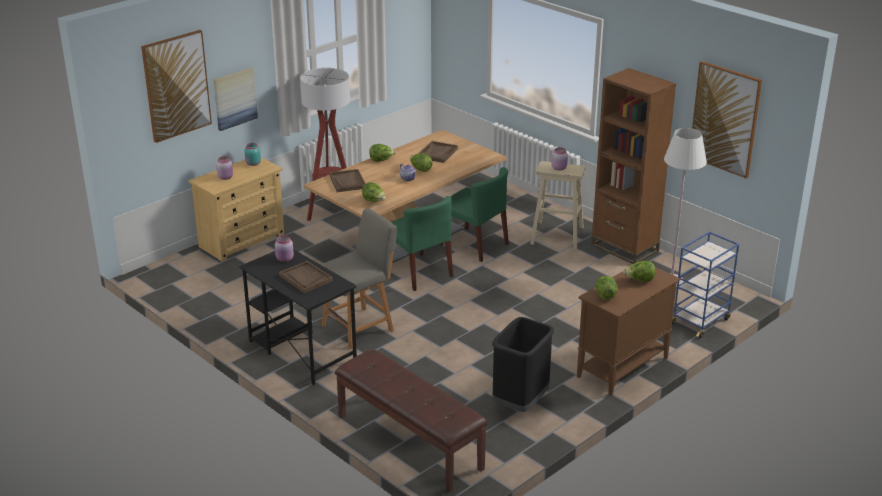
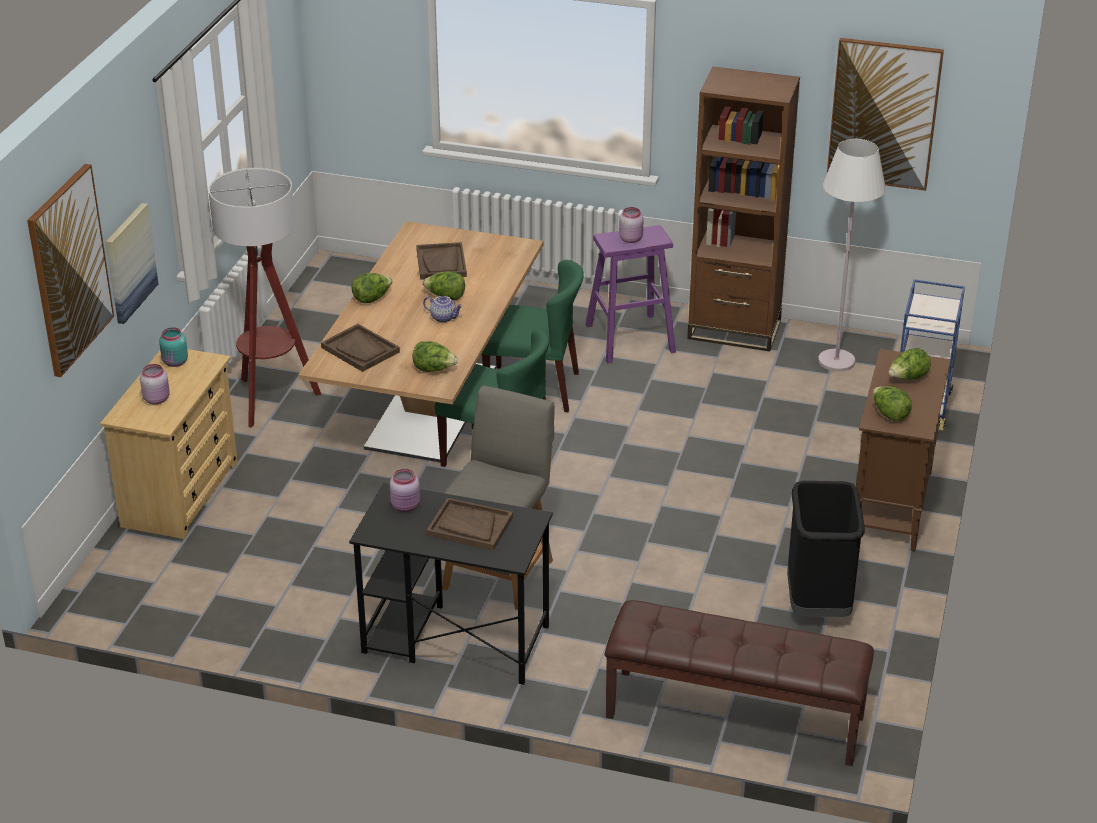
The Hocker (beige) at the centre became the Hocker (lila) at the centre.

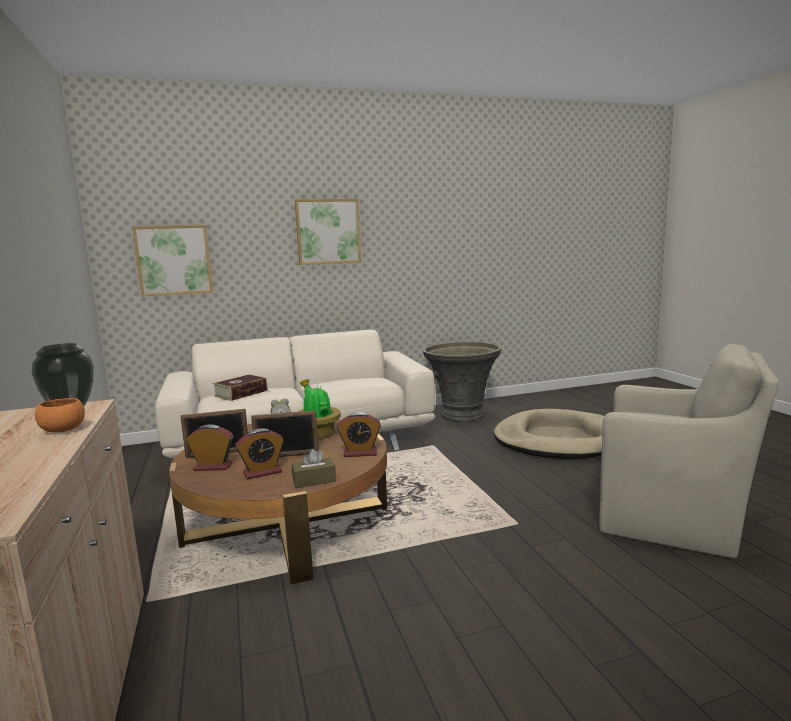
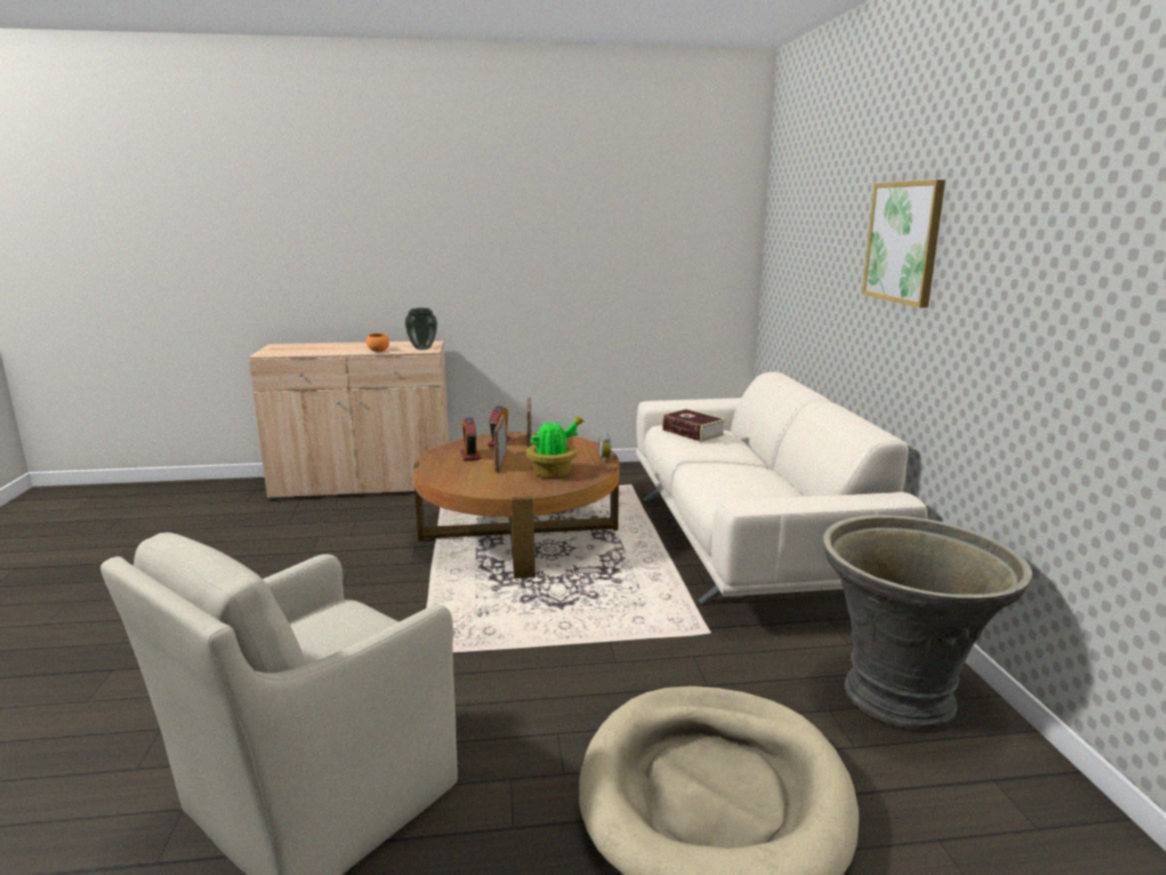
The Bild (1st from left) at the middle left disappeared. The Taschentuchbox (braun) at the centre disappeared. The Wecker (4th from left) at the centre disappeared.

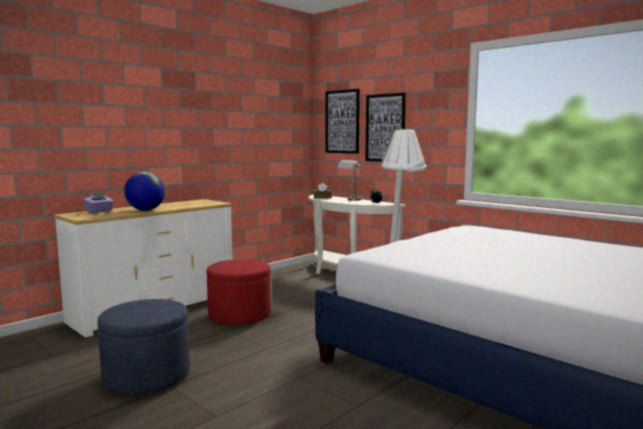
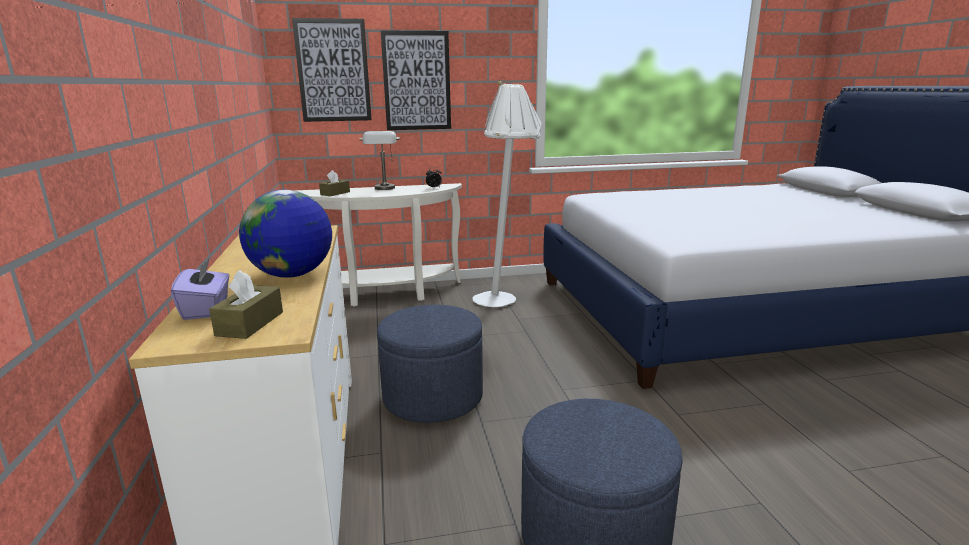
The Taschentuchbox (braun) (1st from left) at the middle left appeared. The Polsterhocker (rot) at the bottom centre became the Polsterhocker (blau) (1st from left) at the bottom centre.

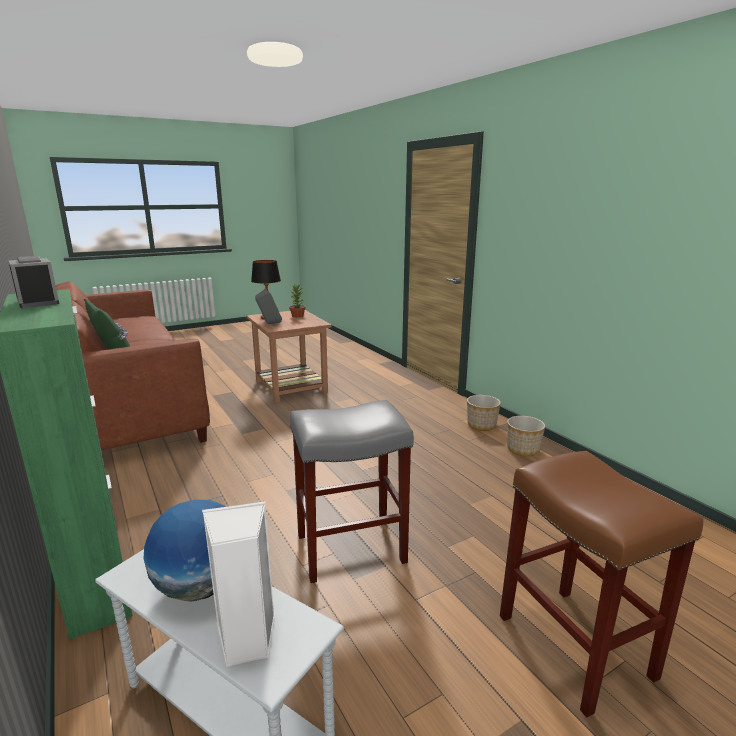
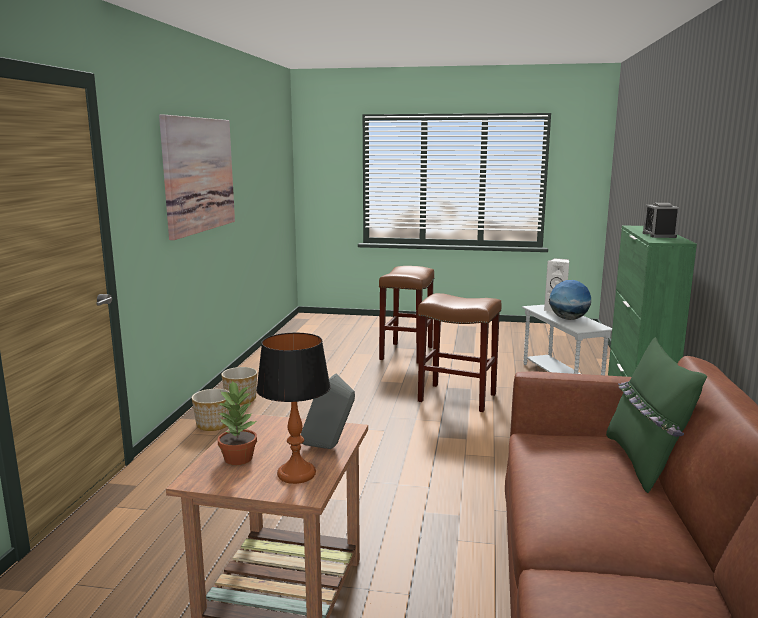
The Bild at the top left appeared. The Hocker (grau) at the bottom centre became the Hocker (braun) (2nd from left) at the centre.

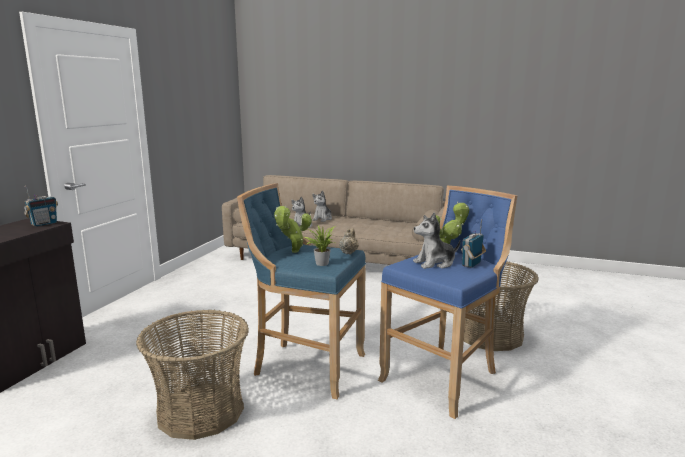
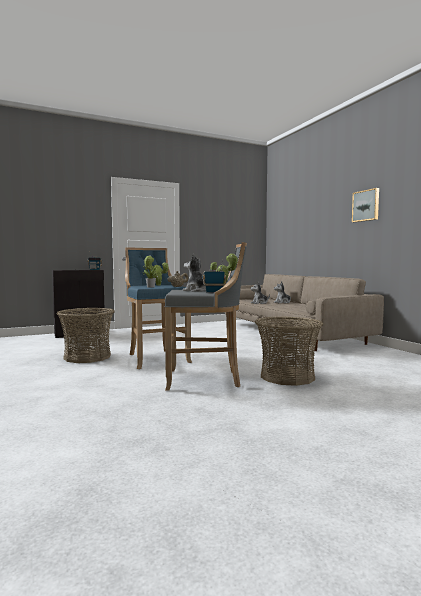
The Hocker (blau) (2nd from left) at the centre became the Hocker (grau) at the centre. The Bild at the middle right appeared.

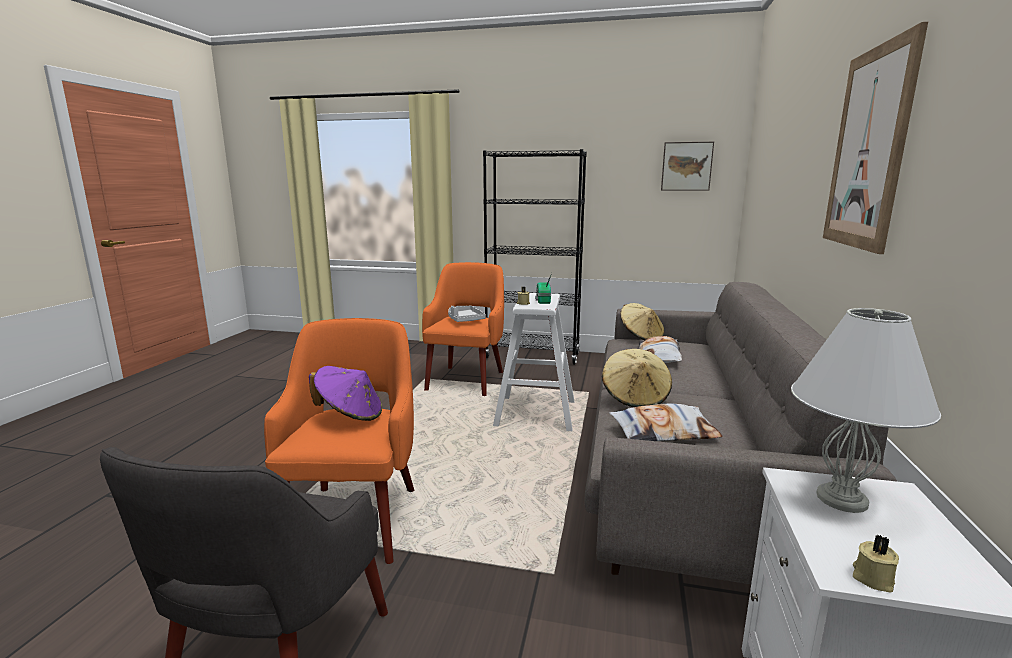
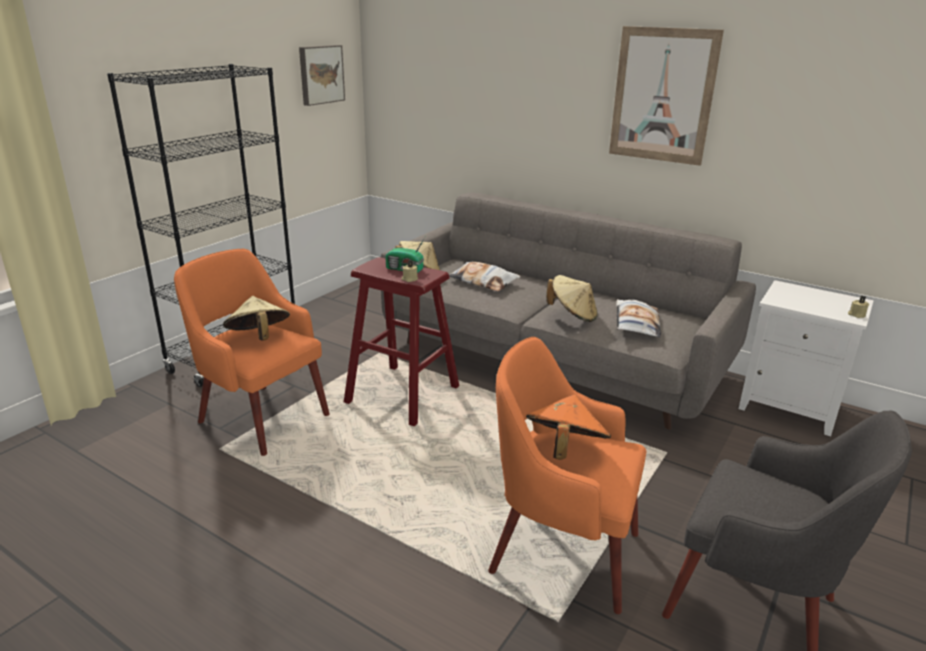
The Tablett (grau) at the centre was replaced by the Hut (beige) (1st from left) at the middle left. The Hocker (weiß) at the centre became the Hocker (rot) at the centre. The Hut (lila) at the centre became the Hut (orange) at the centre. The Tischlampe (weiß) at the middle right disappeared.

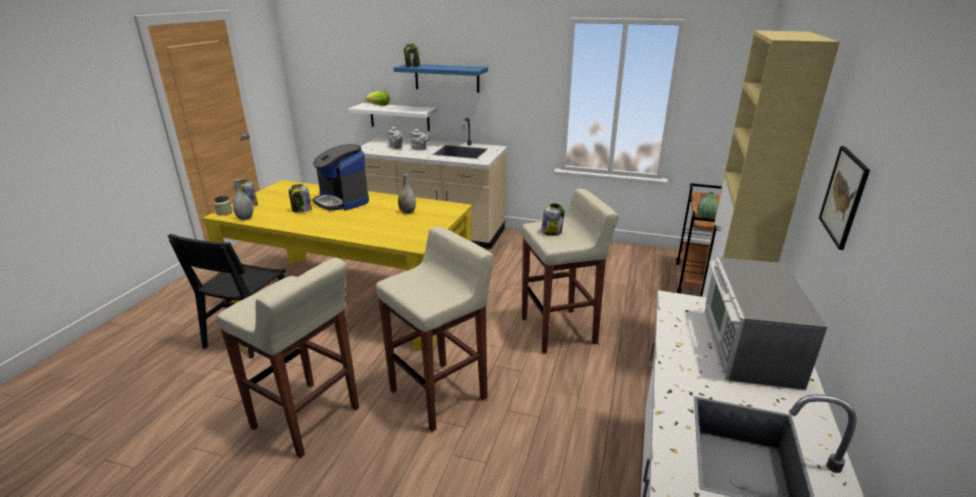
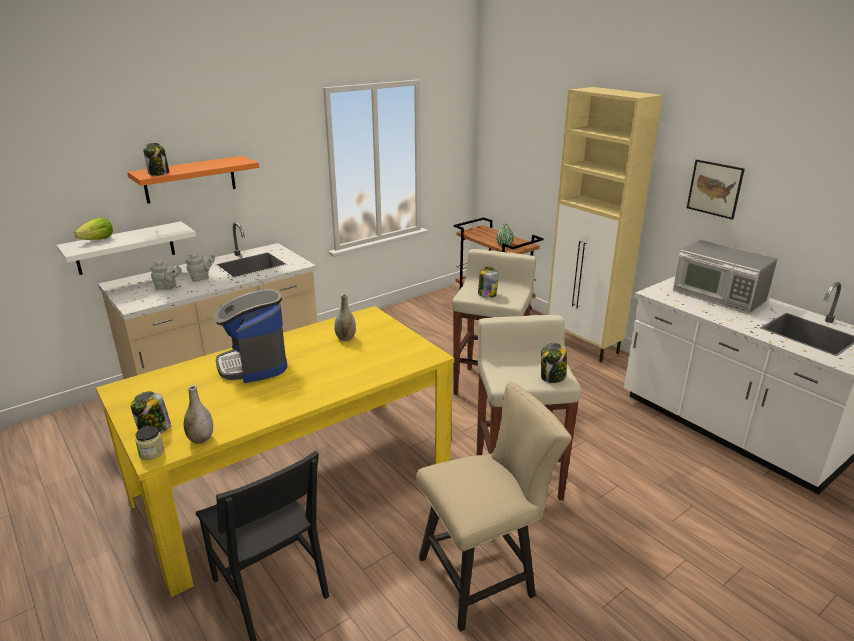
The Wandregal (blau) at the top centre became the Wandregal (orange) at the top left. The Kaffeemaschine at the centre turned 75 degrees clockwise. The Hocker (beige) (1st from left) at the bottom left was replaced by the Stuhl (beige) at the bottom centre. The Vorratsglas (3rd from left in the first image) moved from the middle left to the centre.

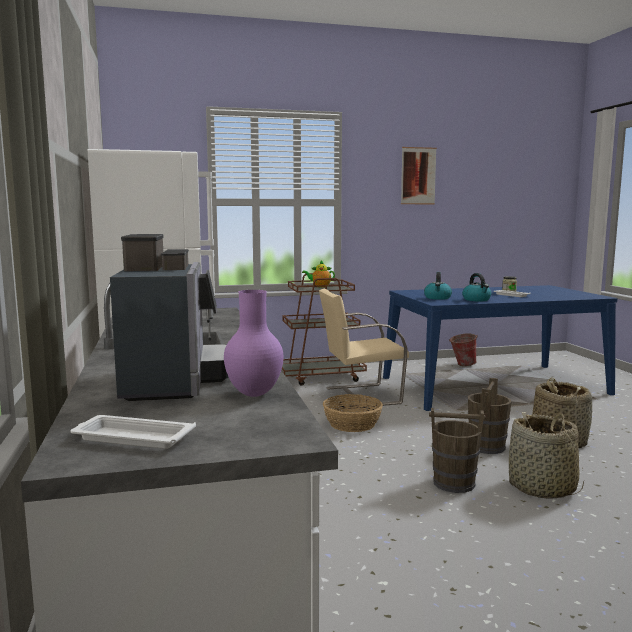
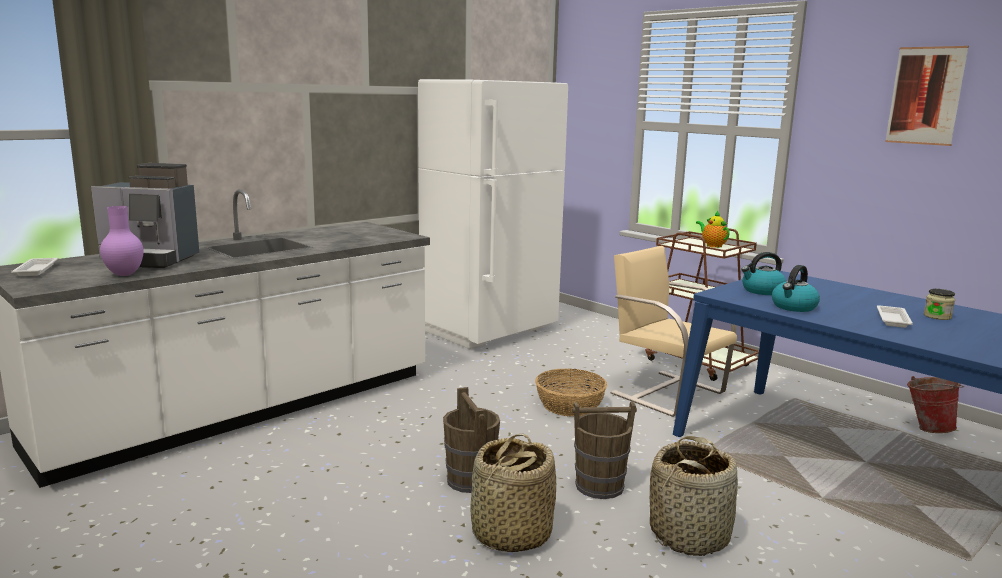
The Kaffeemaschine at the middle left turned 45 degrees clockwise.

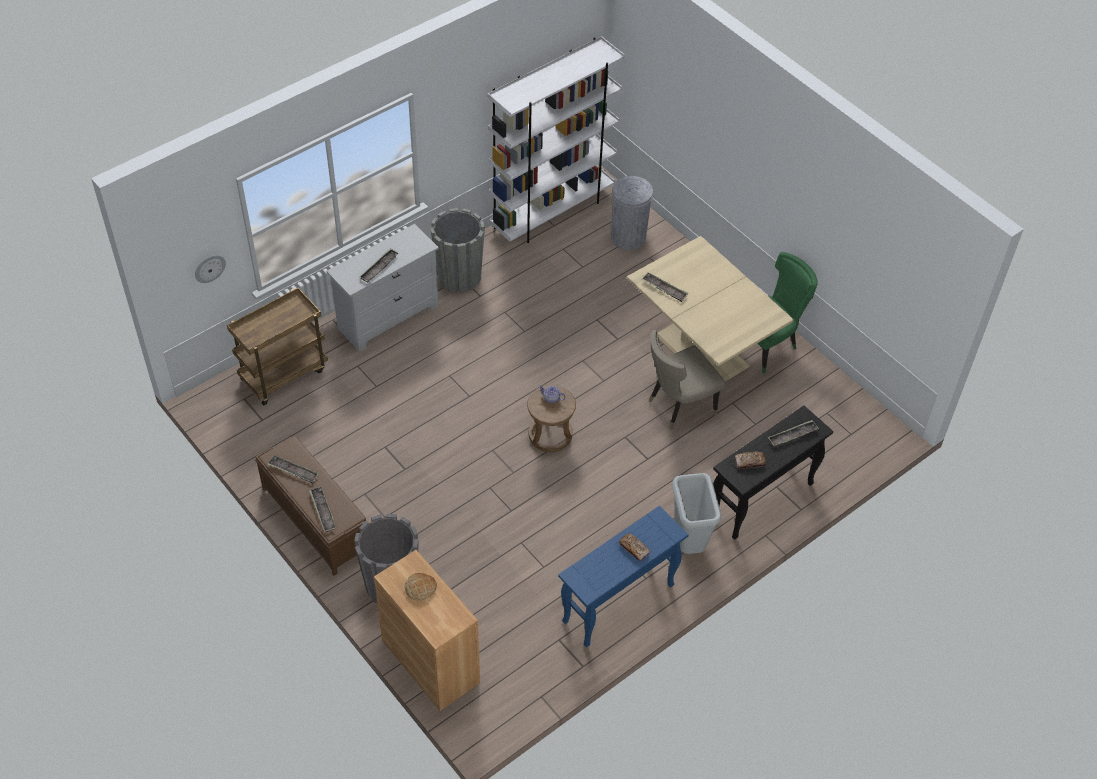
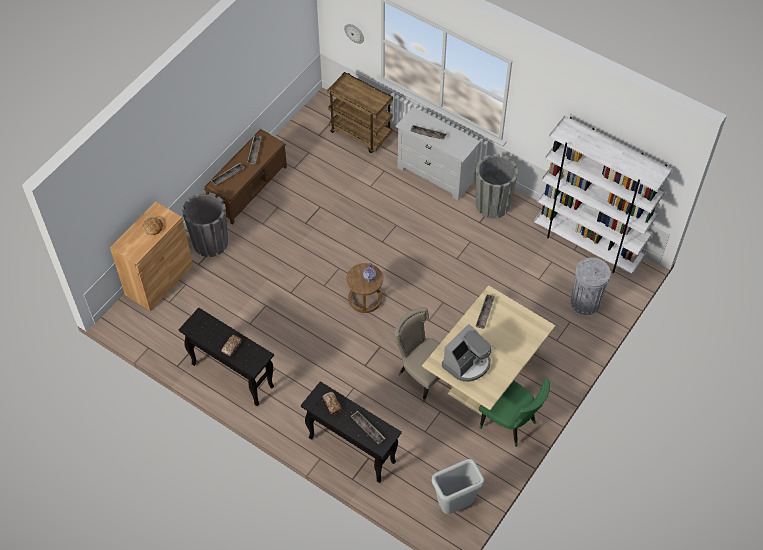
The Konsolentisch (blau) at the bottom centre became the Konsolentisch (schwarz) (1st from left) at the middle left. The Mülleimer (grau) (2nd from left in the first image) moved from the centre to the bottom centre. The Kaffeemaschine at the centre appeared.

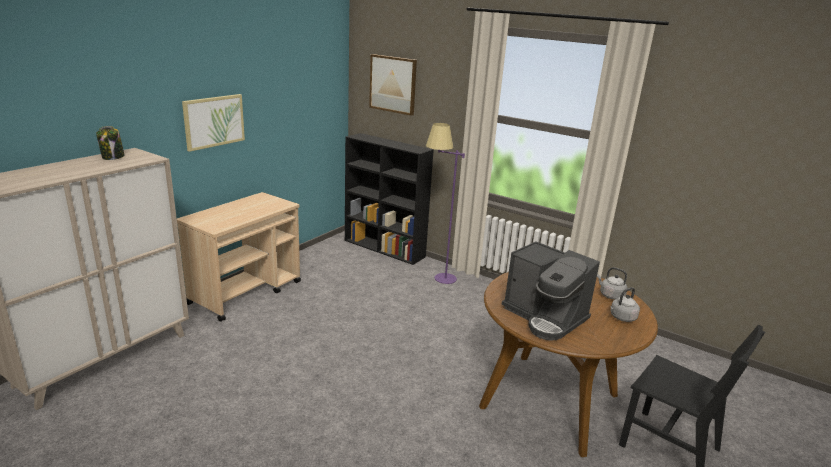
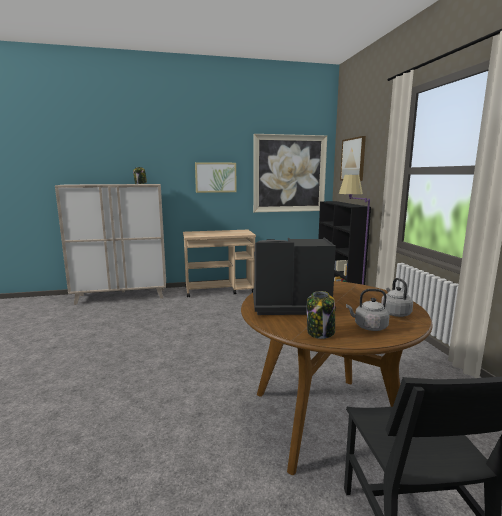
The Bild (2nd from left) at the centre appeared. The Kaffeemaschine at the centre turned 90 degrees clockwise. The Vorratsglas (2nd from left) at the centre appeared.

